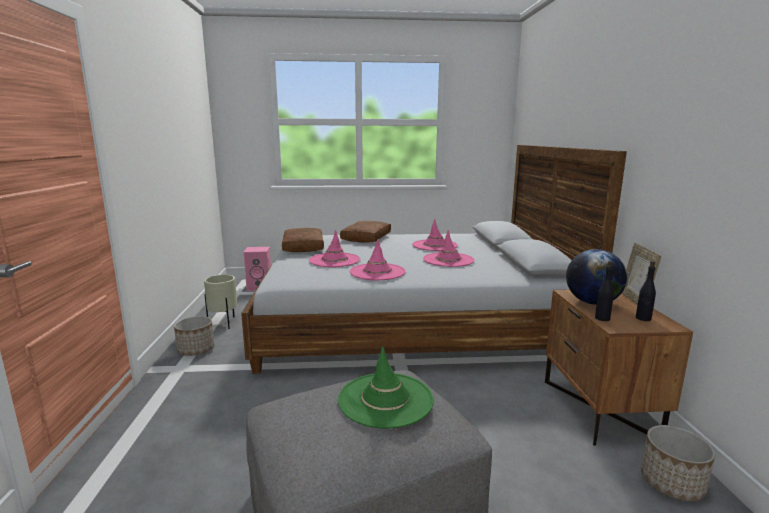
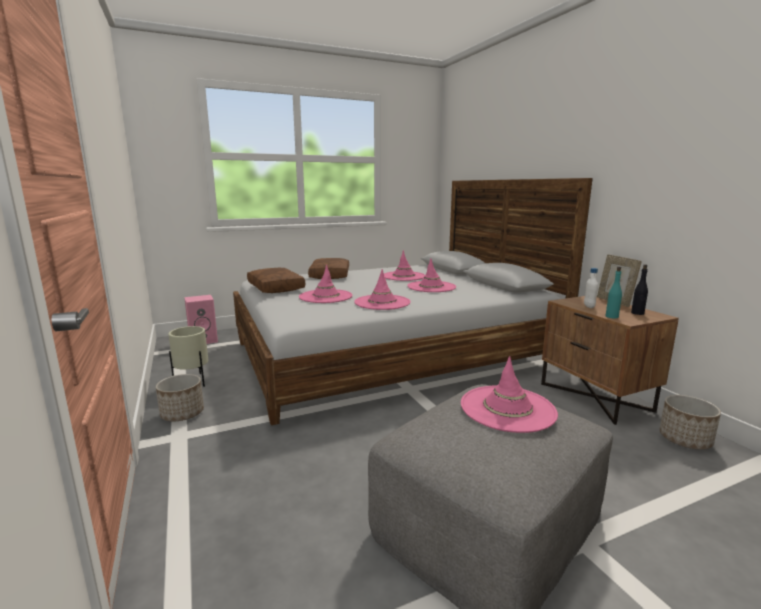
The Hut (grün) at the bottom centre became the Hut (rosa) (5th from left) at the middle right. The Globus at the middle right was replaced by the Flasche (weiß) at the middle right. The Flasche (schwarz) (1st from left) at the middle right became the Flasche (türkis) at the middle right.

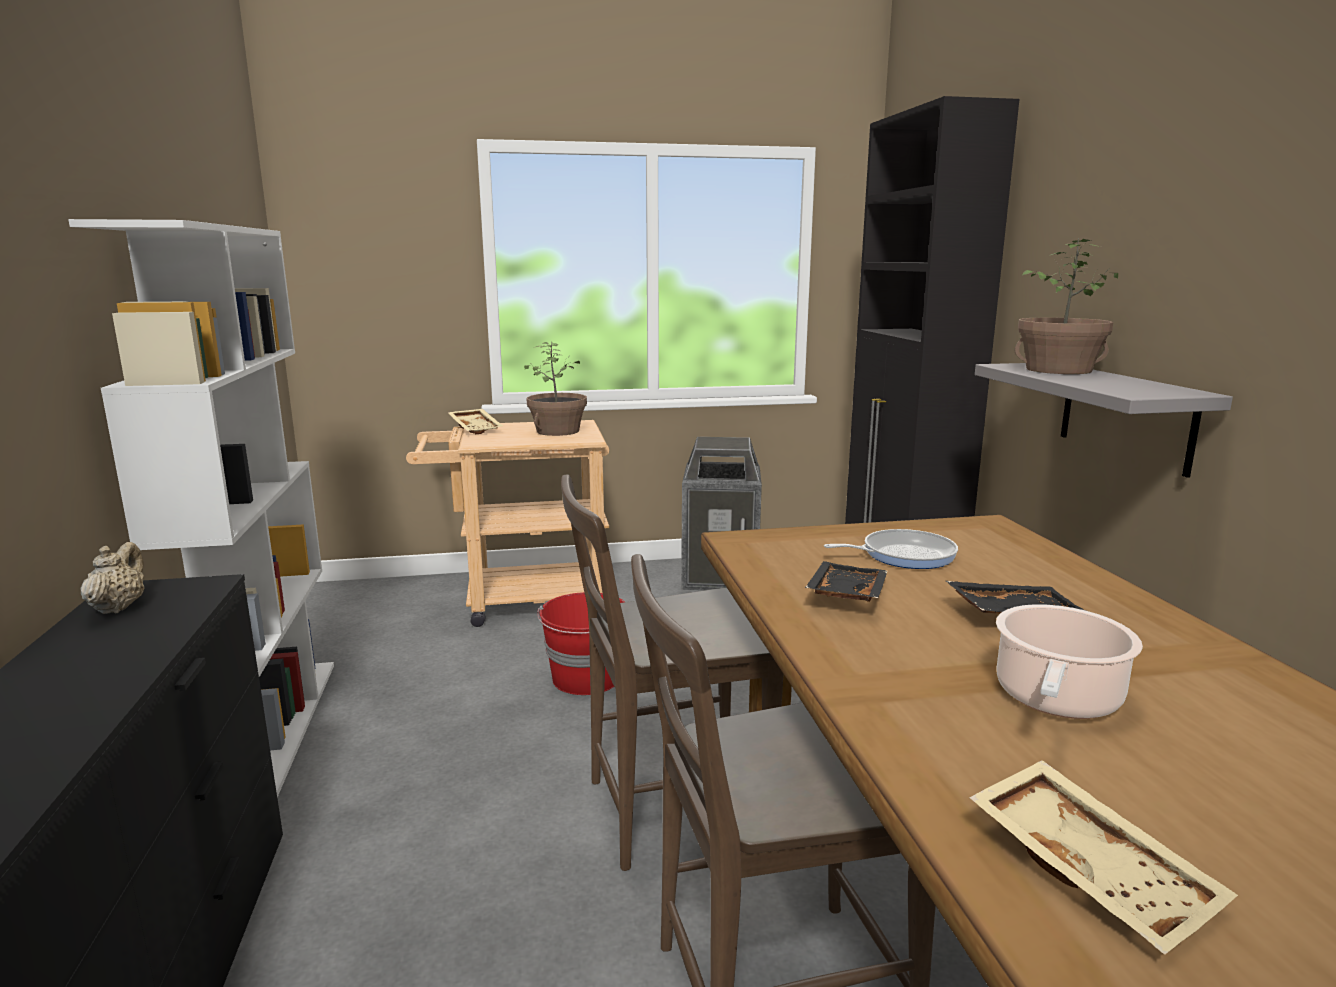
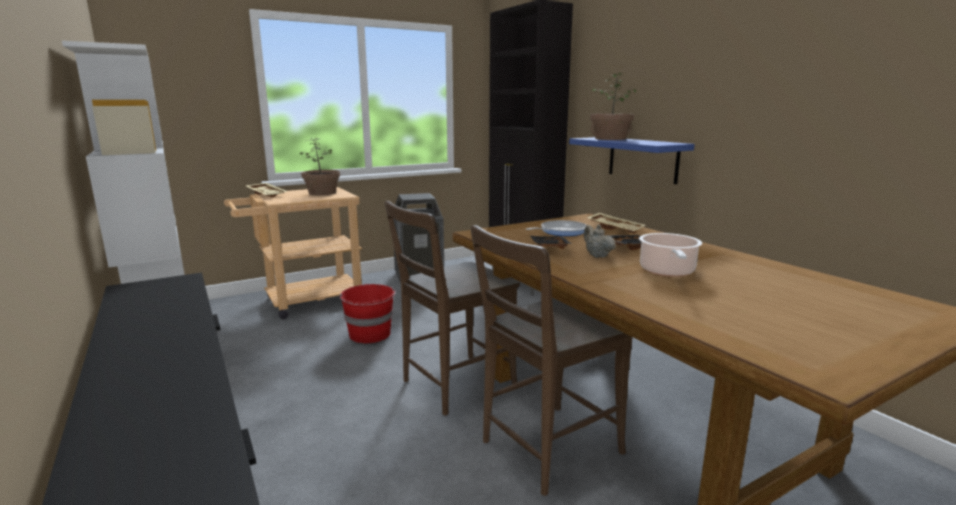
The Wandregal (grau) at the middle right became the Wandregal (blau) at the top centre. The Teekanne (beige) moved from the middle left to the centre. The Tablett (beige) (2nd from left) moved from the bottom right to the centre.

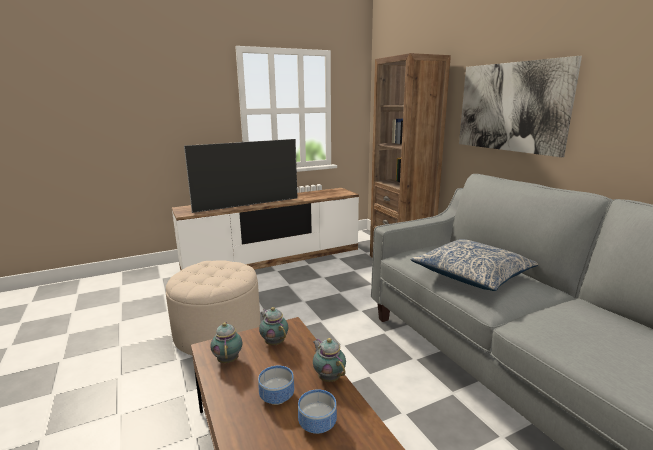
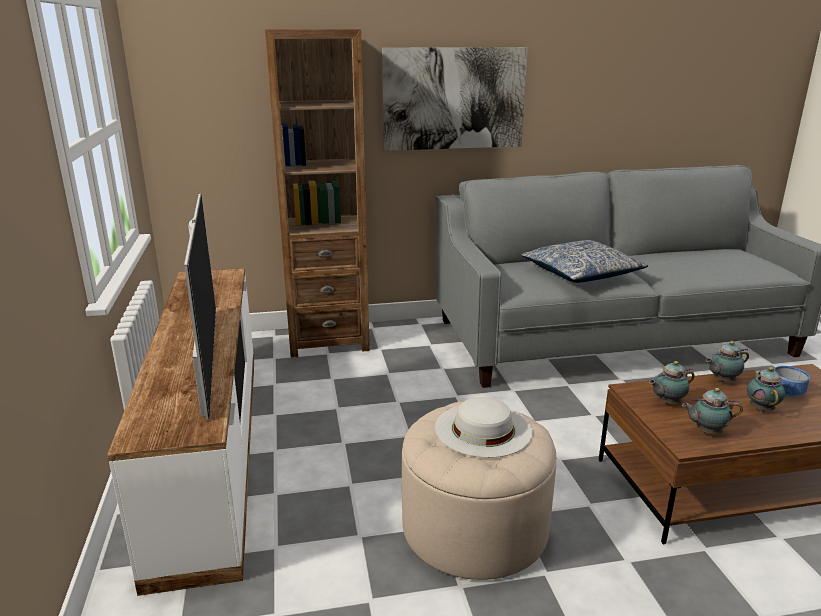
The Hut (weiß) at the bottom centre appeared. The Schüssel (1st from left) at the bottom centre was replaced by the Teekanne (4th from left) at the middle right.

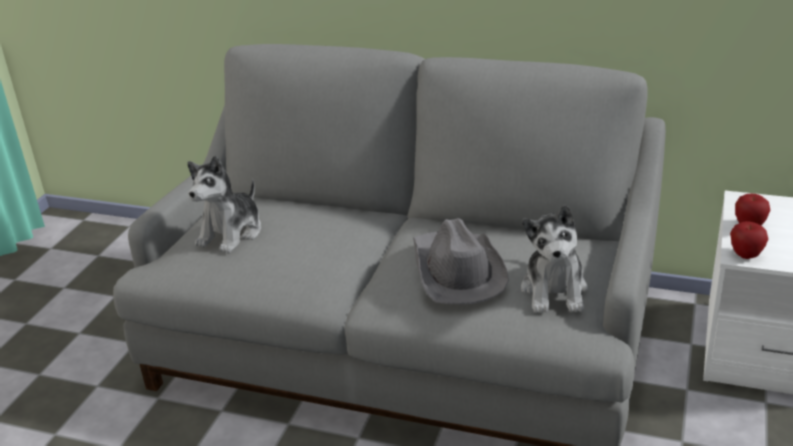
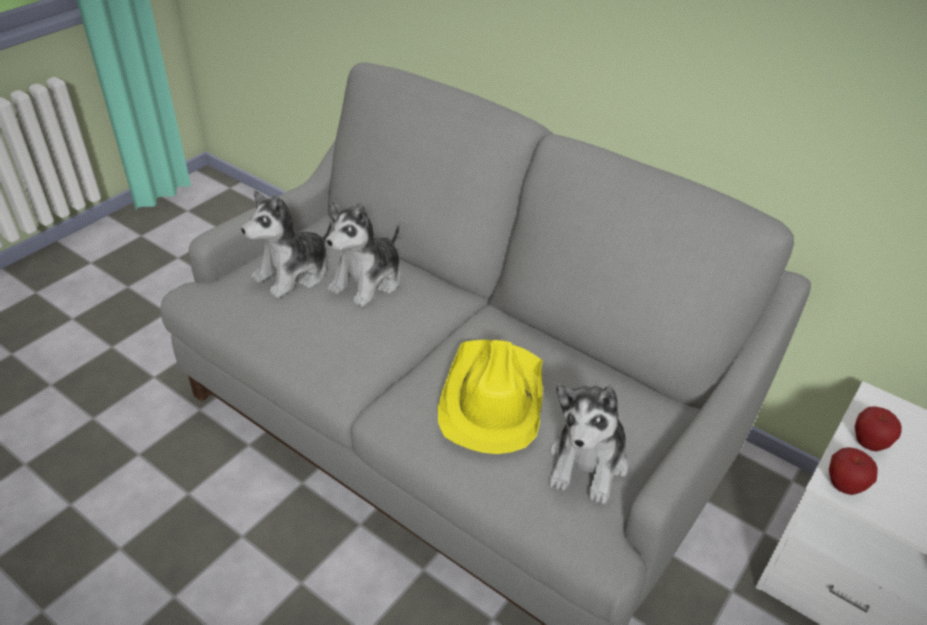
The Plüschtier (2nd from left) at the centre appeared. The Hut (grau) at the centre became the Hut (gelb) at the centre.

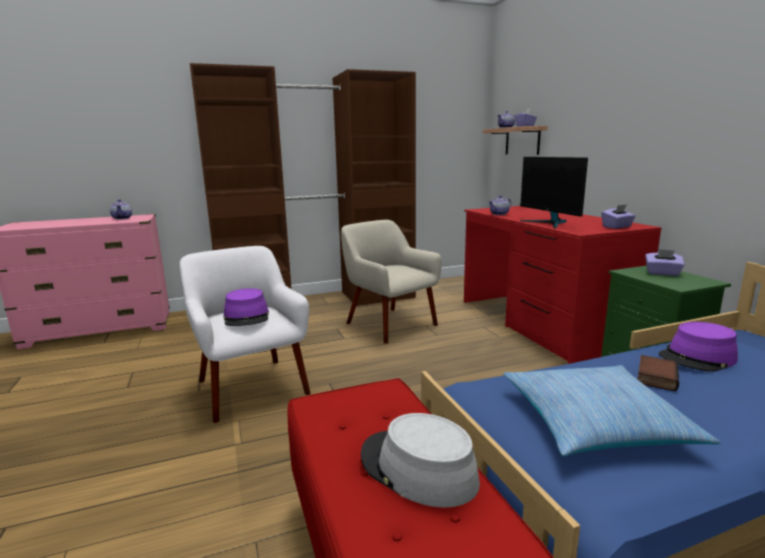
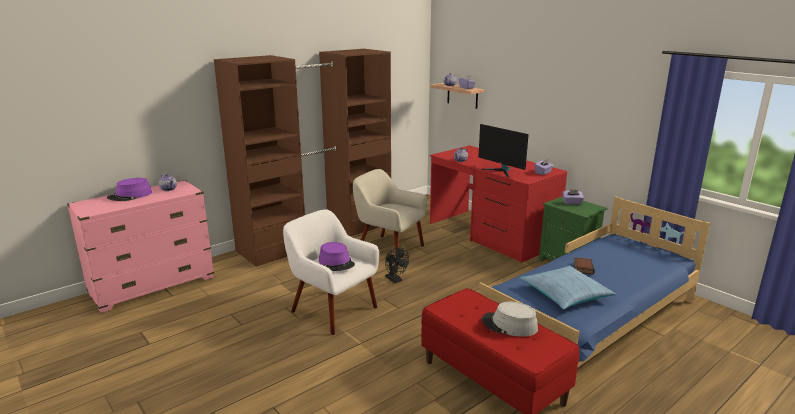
The Hut (lila) (2nd from left in the first image) moved from the middle right to the middle left. The Ventilator (schwarz) at the centre appeared.

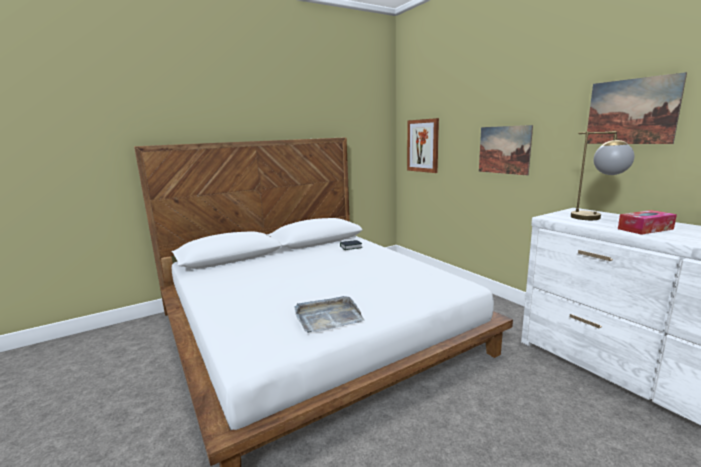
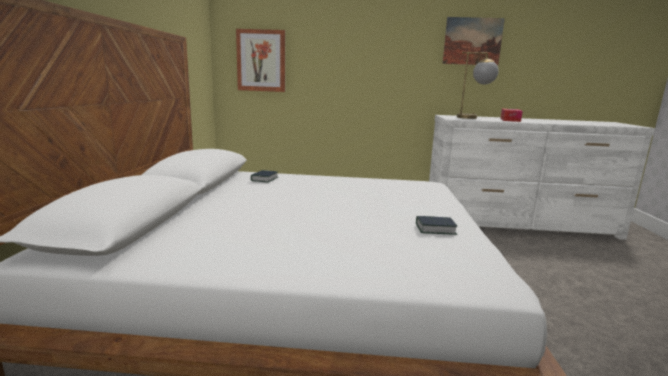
The Tablett (grau) at the bottom centre was replaced by the Buch (2nd from left) at the centre. The Bild (2nd from left) at the top right disappeared.

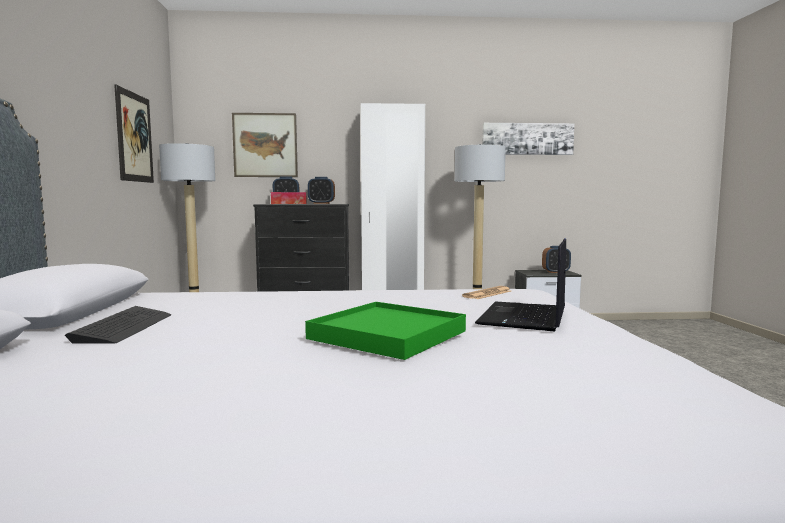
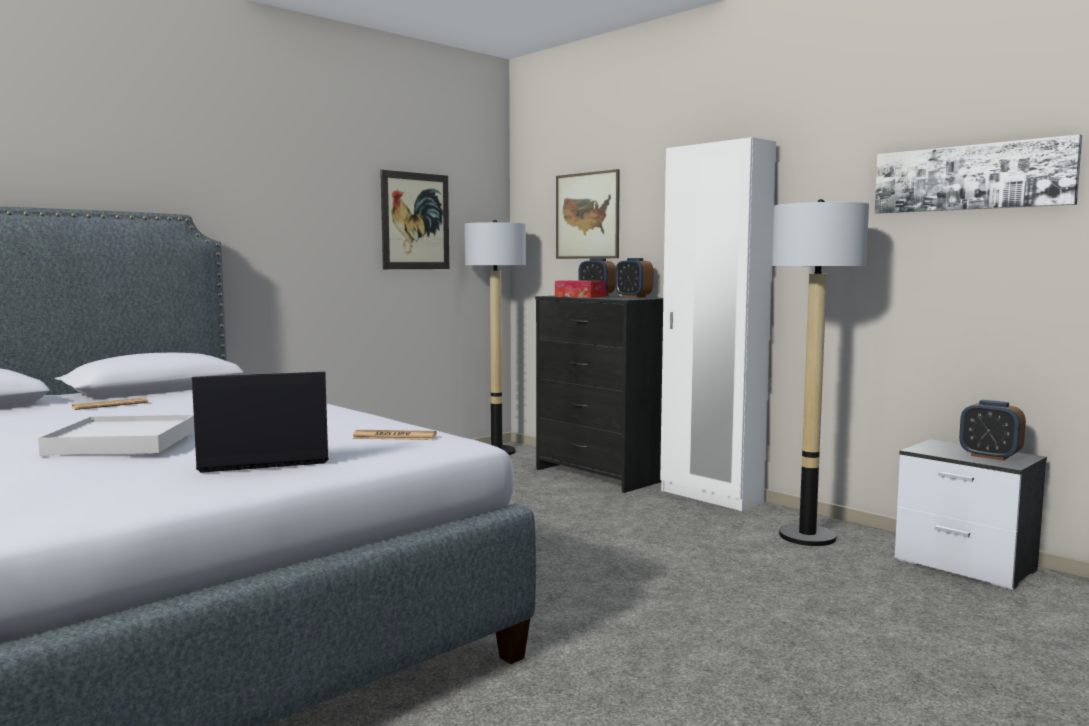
The Tablett (grün) at the centre became the Tablett (weiß) at the middle left. The Tastatur at the middle left was replaced by the Zeitung (1st from left) at the middle left.

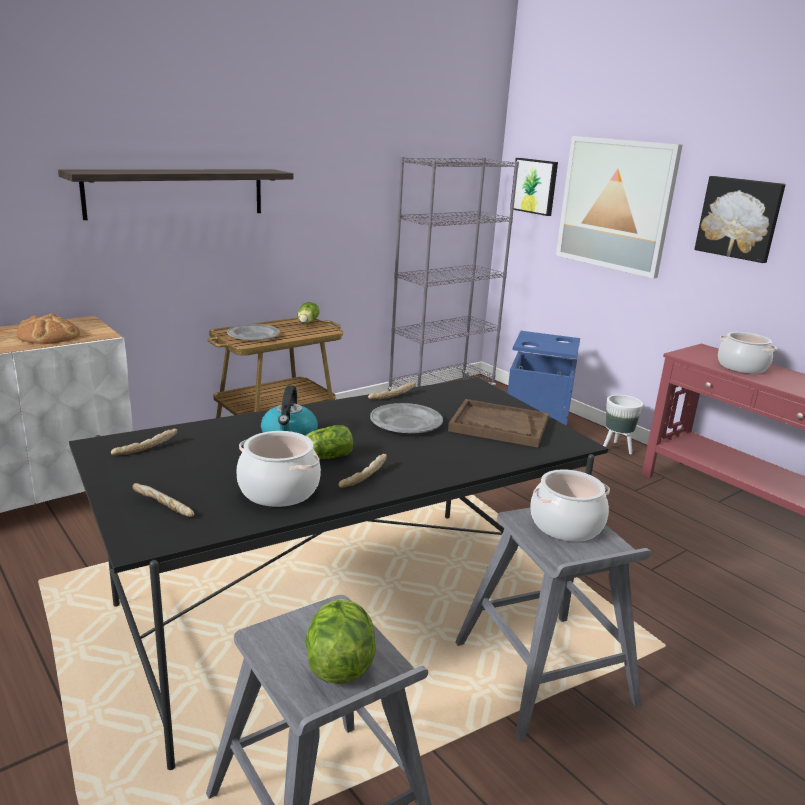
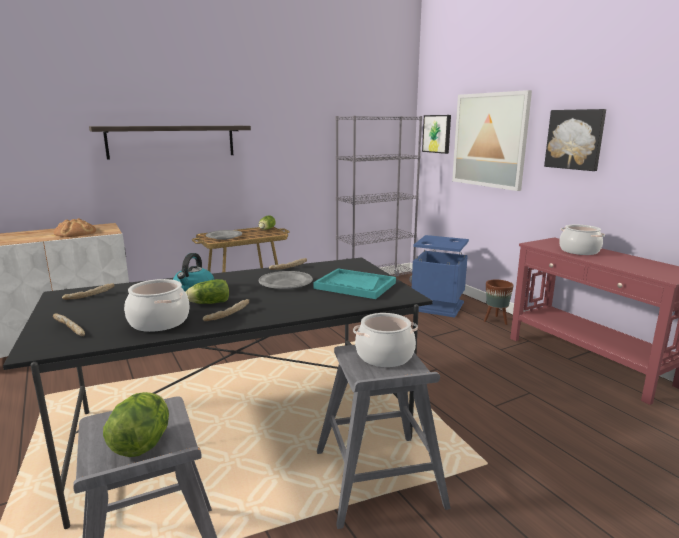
The Tablett (braun) at the centre became the Tablett (türkis) at the centre. The Pflanzkübel (weiß) at the middle right became the Pflanzkübel (braun) at the middle right.

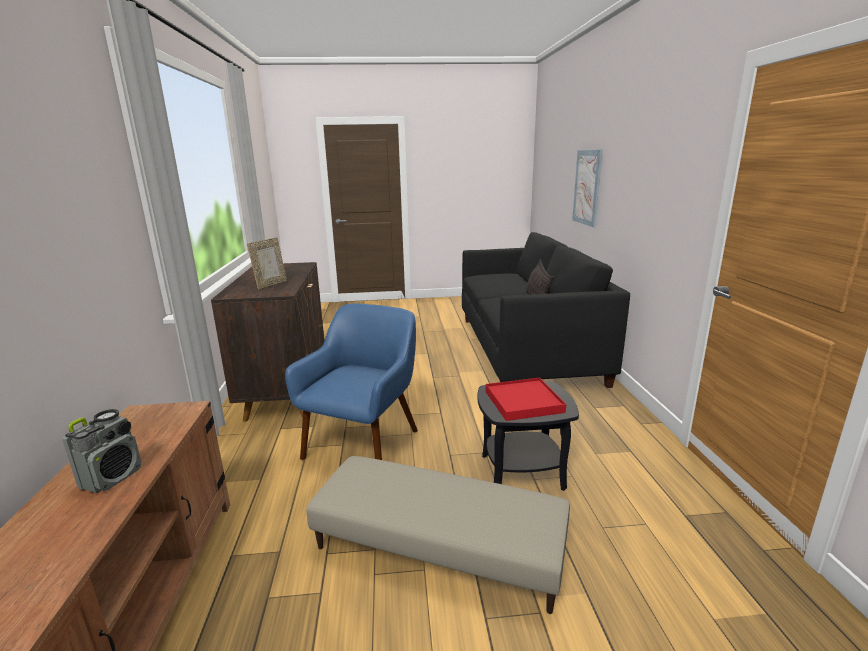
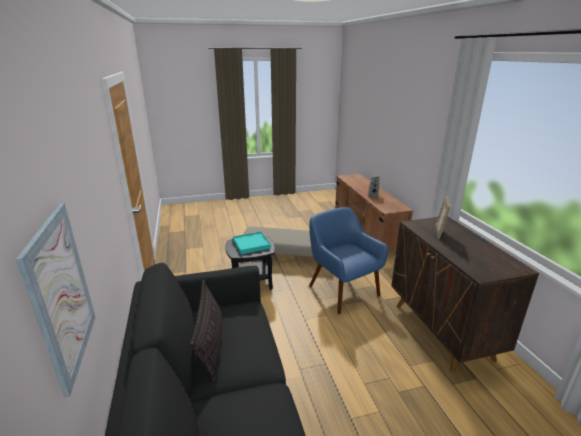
The Tablett (rot) at the centre became the Tablett (türkis) at the centre. The Sessel (blau) at the centre turned 135 degrees clockwise.

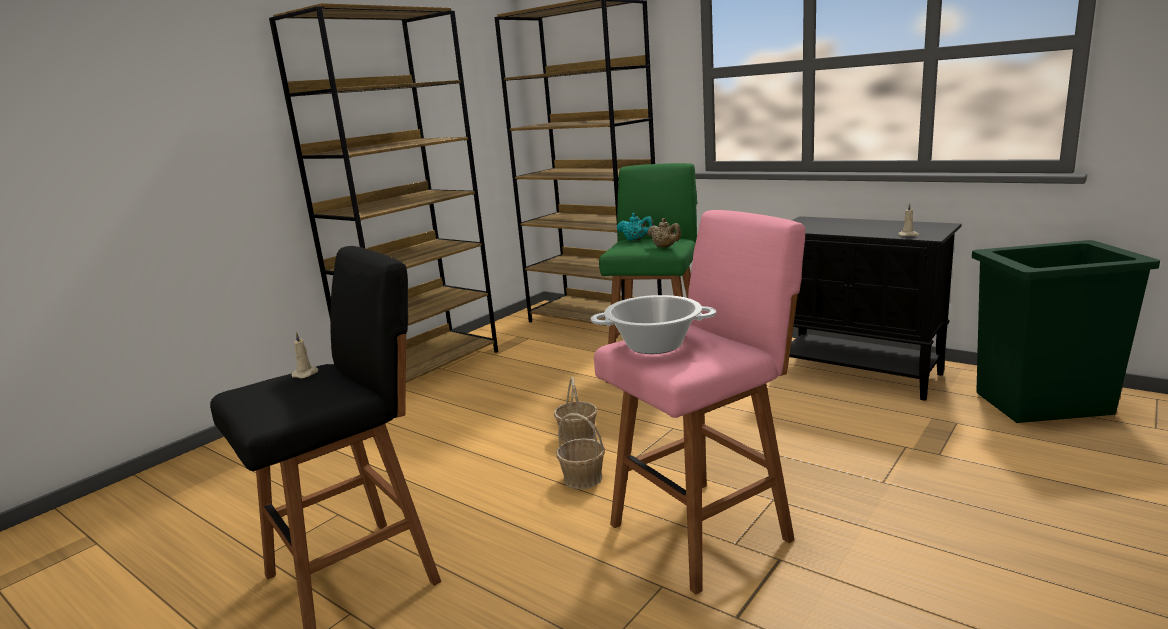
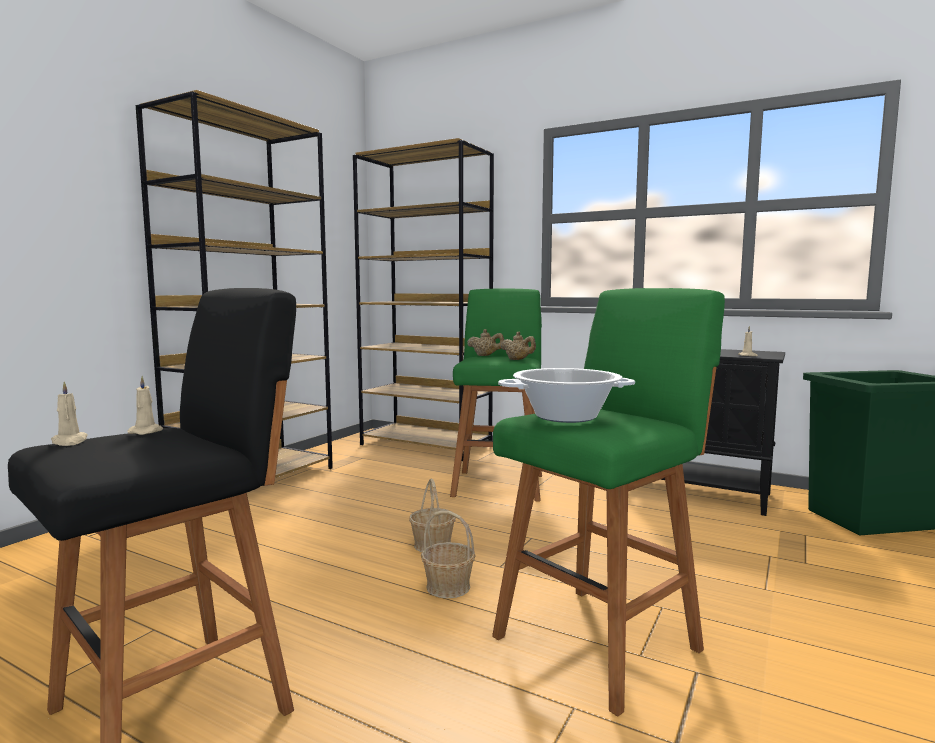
The Kerze (beige) (1st from left) at the middle left appeared. The Teekanne (türkis) at the centre became the Teekanne (beige) (1st from left) at the centre. The Hocker (rosa) at the centre became the Hocker (grün) (2nd from left) at the bottom centre.

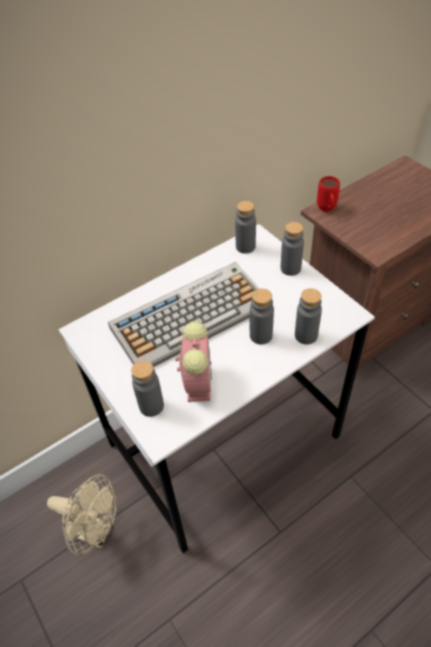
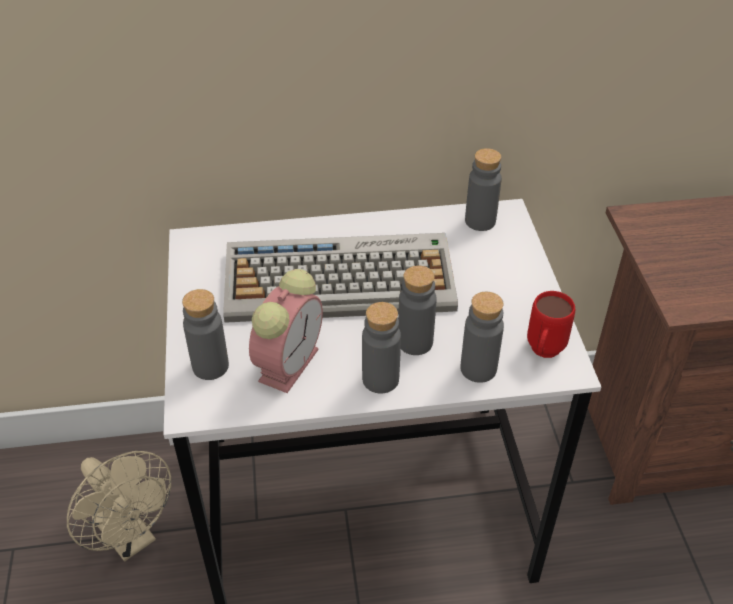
The Flasche (grau) (4th from left in the first image) moved from the middle right to the centre. The Henkelbecher (rot) moved from the top right to the middle right.

